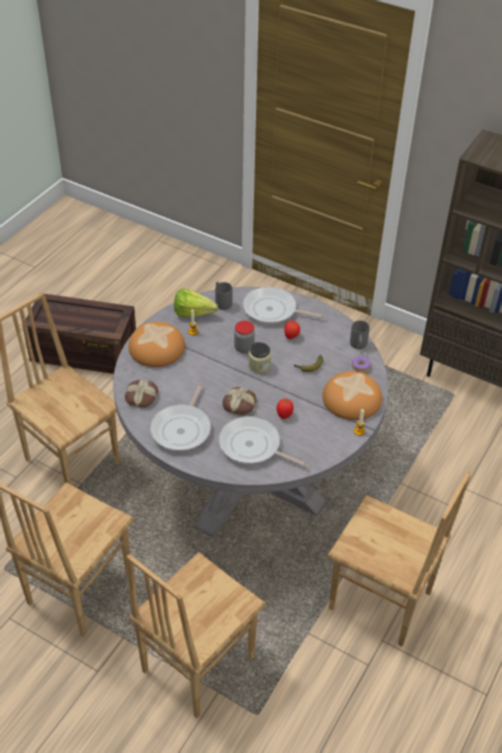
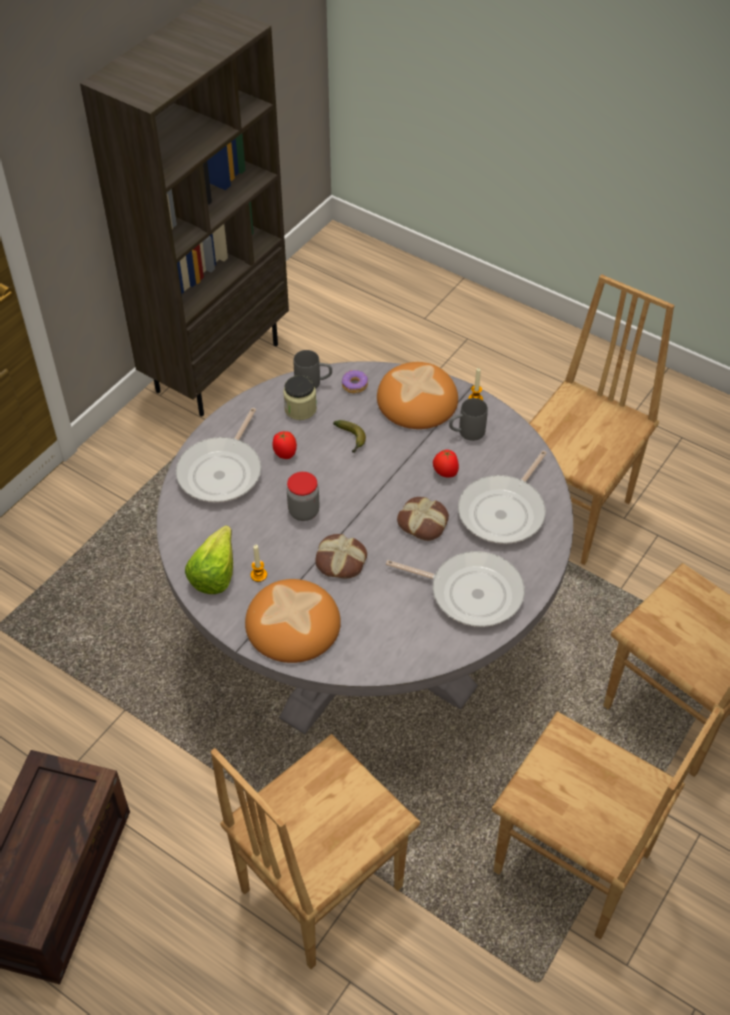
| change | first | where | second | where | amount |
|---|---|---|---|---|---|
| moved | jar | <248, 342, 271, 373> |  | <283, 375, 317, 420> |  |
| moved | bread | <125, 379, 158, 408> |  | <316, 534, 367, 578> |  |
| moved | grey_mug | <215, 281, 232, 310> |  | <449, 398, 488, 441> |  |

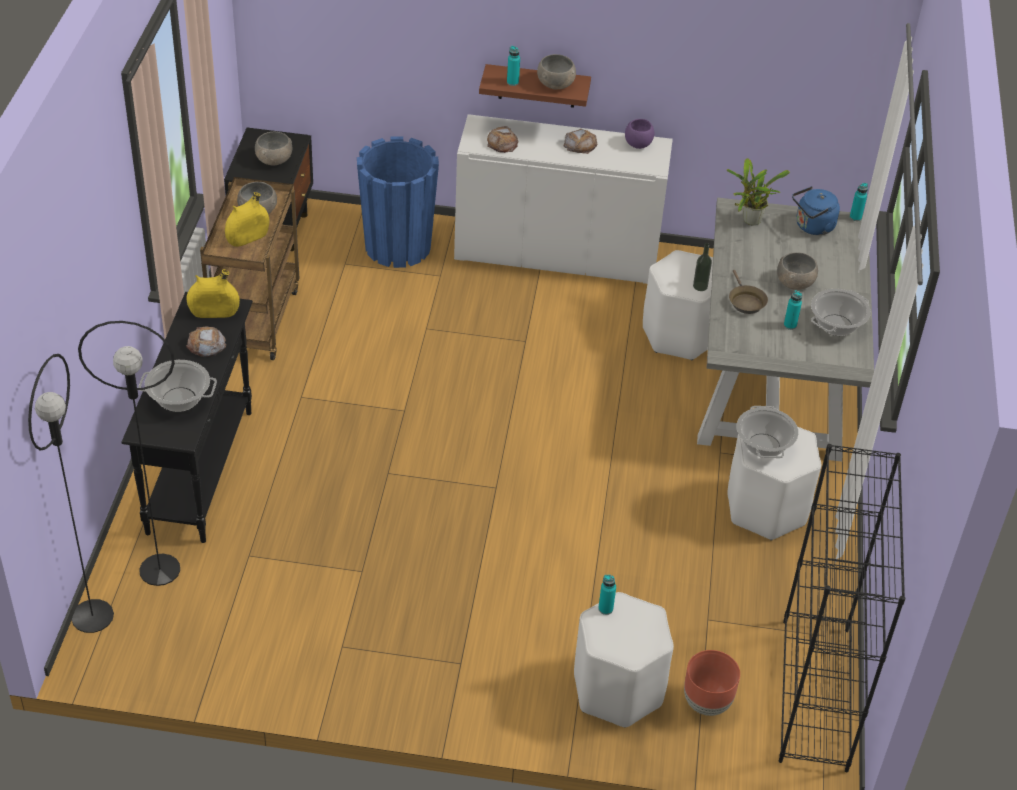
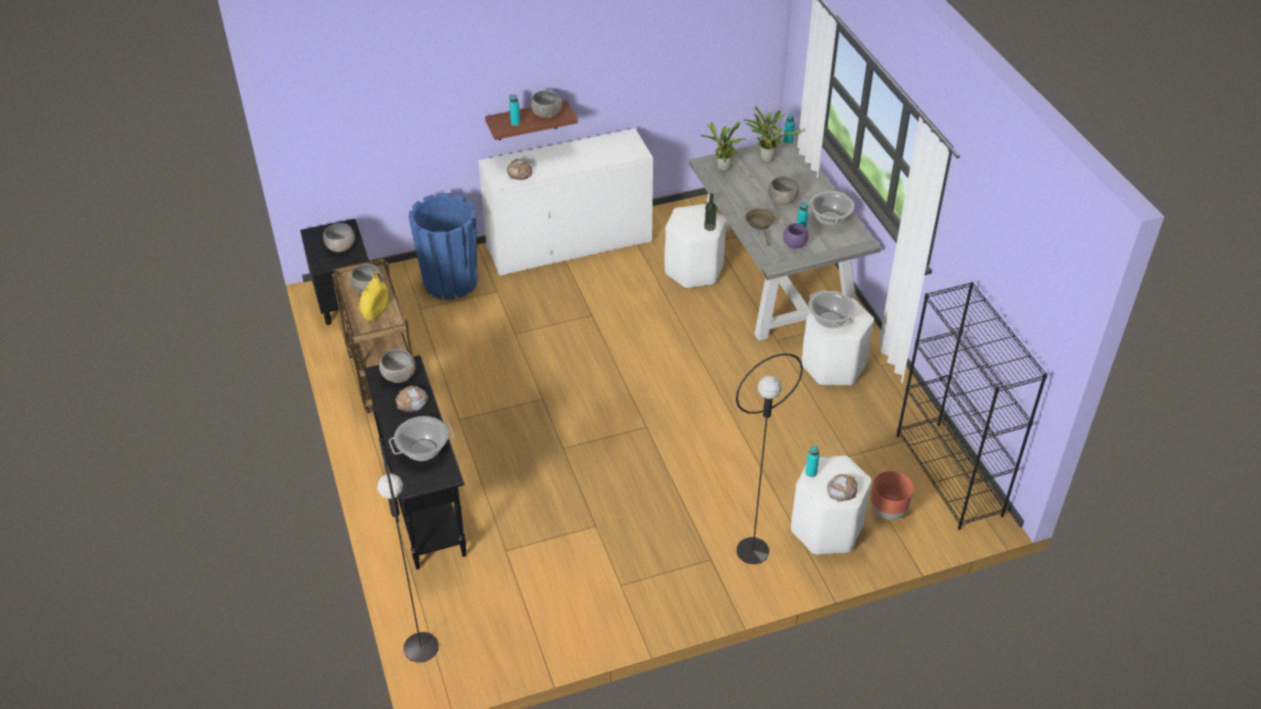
| change | first | where | second | where | amount |
|---|---|---|---|---|---|
| replaced | yellow_vase | <186, 269, 240, 318> | grey_bowl | <379, 349, 416, 383> |  |
| moved | black_floor_lamp | <78, 321, 180, 586> |  | <736, 353, 803, 564> |  |
| replaced | blue_kettle | <792, 186, 840, 235> | potted_plant | <743, 106, 801, 162> |  |
| turned | brown_frying_pan | <729, 270, 768, 314> |  | <745, 208, 775, 246> | 150 degrees counterclockwise |
| moved | purple_bowl | <625, 119, 655, 149> |  | <783, 223, 808, 248> |  |
| moved | bread | <564, 129, 598, 154> |  | <827, 474, 857, 502> |  |

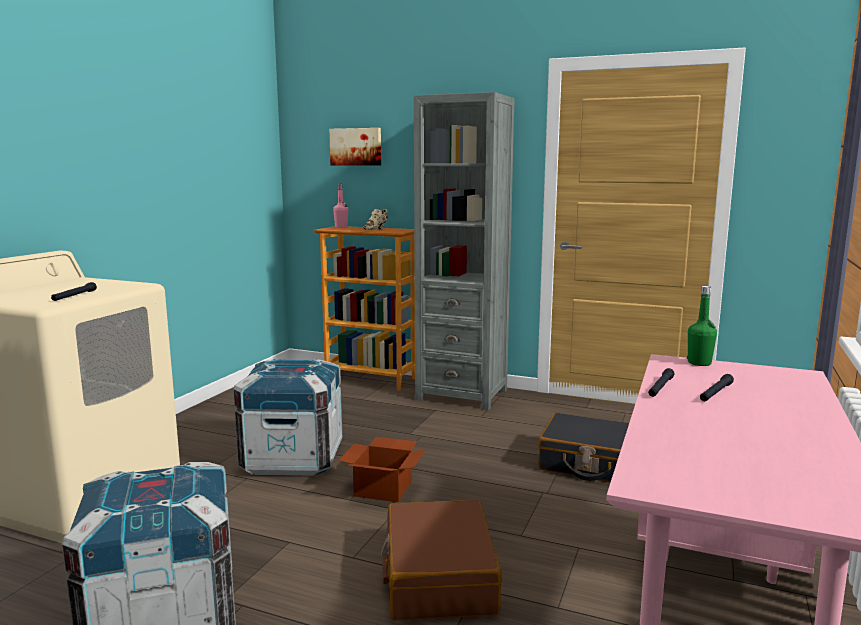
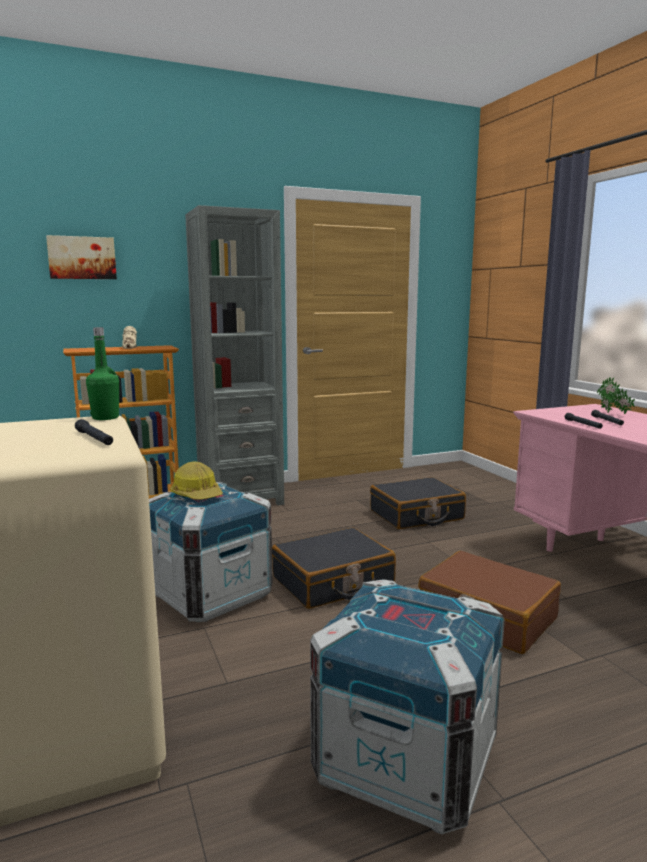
| change | first | where | second | where | amount |
|---|---|---|---|---|---|
| moved | green_bottle | <687, 286, 717, 366> |  | <86, 327, 119, 420> |  |
| added |  |  | hard_hat | <170, 461, 223, 500> |  |
| replaced | cardboard_box | <338, 437, 425, 502> | black_suitcase | <272, 528, 396, 609> |  |
| added |  |  | potted_plant | <597, 377, 635, 414> |  |
| removed | pink_bottle | <333, 184, 348, 228> |  |  |  |

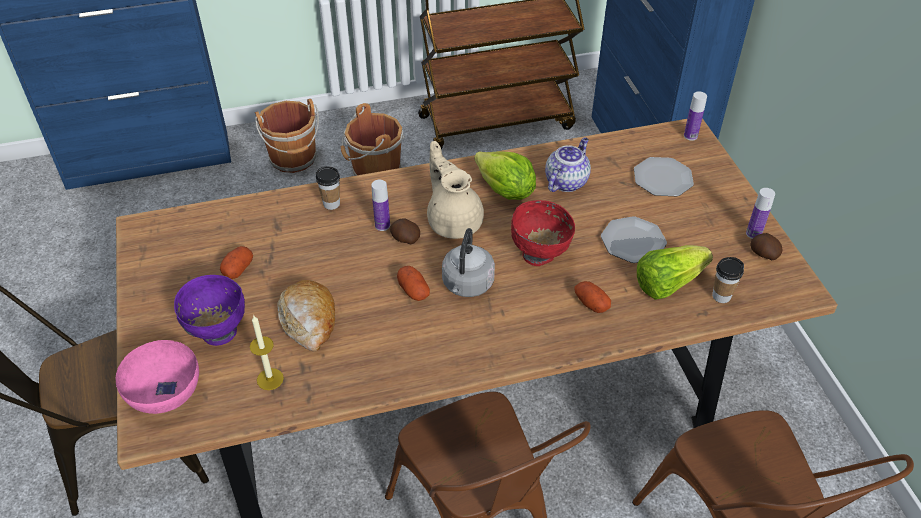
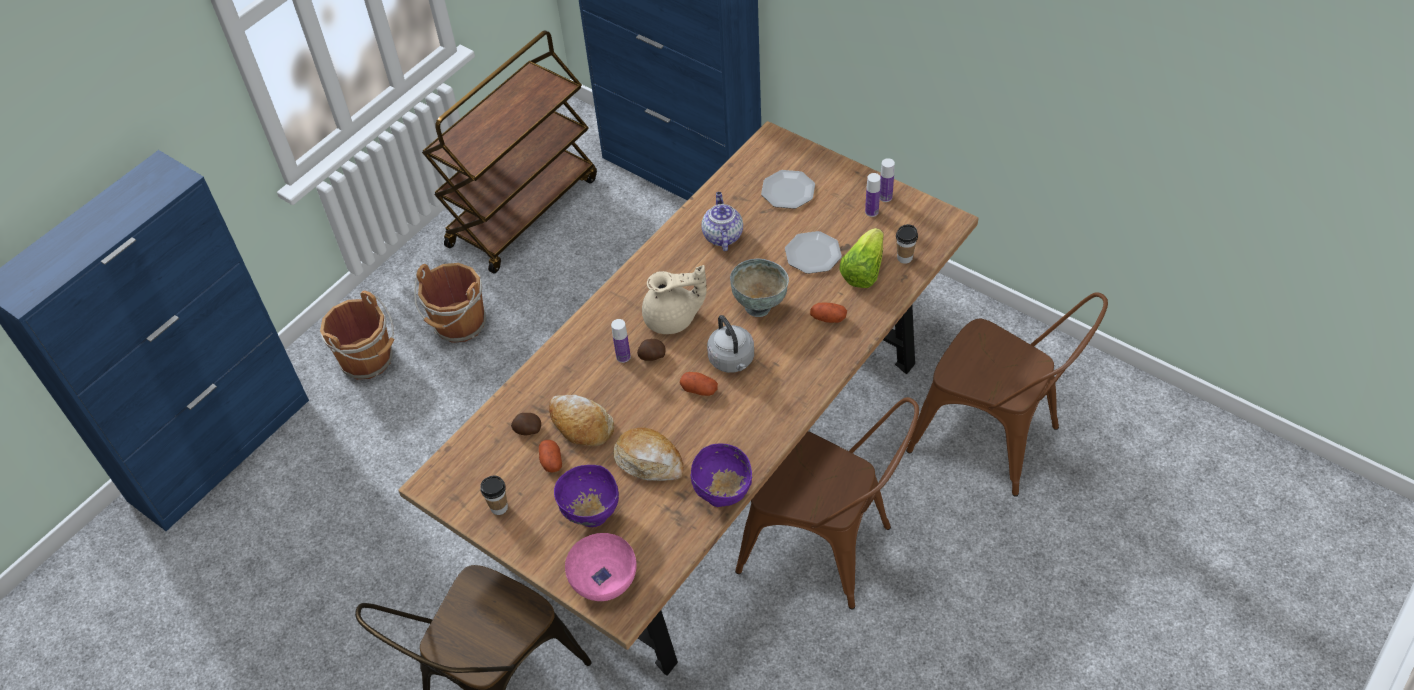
| change | first | where | second | where | amount |
|---|---|---|---|---|---|
| moved | cup | <316, 166, 340, 210> |  | <480, 475, 508, 515> |  |
| moved | potato | <750, 233, 783, 260> |  | <511, 413, 541, 436> |  |
| added |  |  | bread | <549, 394, 614, 446> |  |
| turned | beige_teapot | <427, 141, 484, 239> |  | <642, 265, 707, 334> | 150 degrees clockwise |
| added |  |  | purple_bowl | <691, 443, 753, 507> |  |
| recoloured | red_bowl | <511, 200, 575, 266> | grey_bowl | <730, 258, 789, 317> |  |
| moved | bottle | <684, 91, 707, 141> |  | <865, 173, 881, 217> |  |
| removed | candle | <250, 316, 284, 390> |  |  |  |
| removed | lettuce | <474, 151, 536, 200> |  |  |  |

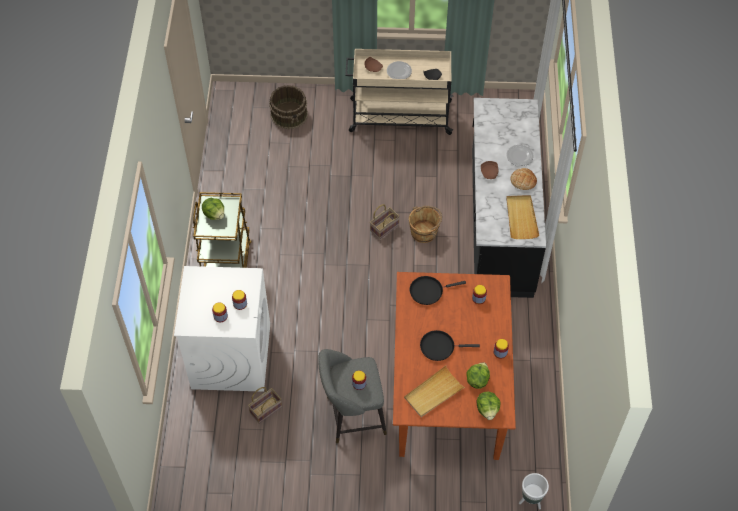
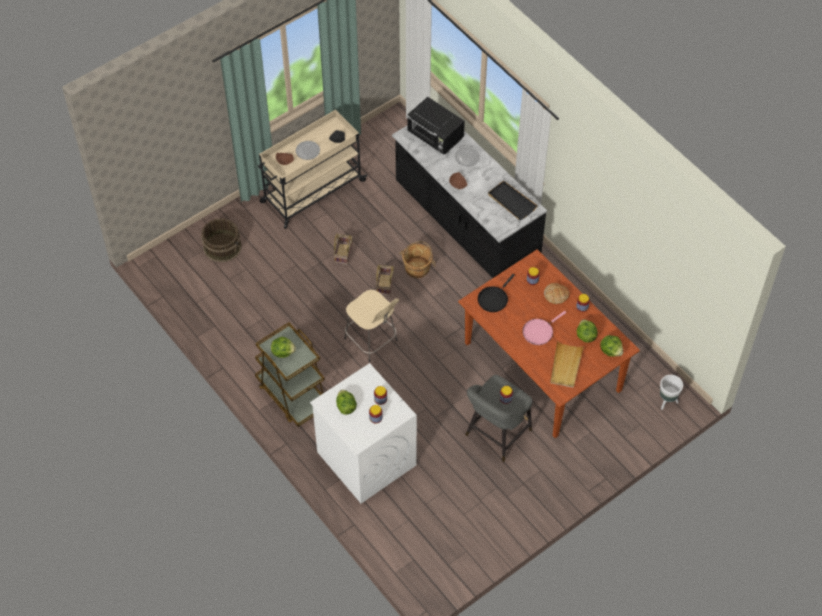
| change | first | where | second | where | amount |
|---|---|---|---|---|---|
| moved | basket | <248, 387, 282, 424> |  | <334, 233, 353, 265> |  |
| added |  |  | lettuce | <336, 390, 357, 415> |  |
| added |  |  | beige_stool | <344, 290, 399, 362> |  |
| added |  |  | black_microwave | <407, 97, 465, 154> |  |
| recoloured | beige_tray | <506, 195, 539, 239> | black_tray | <488, 181, 537, 220> |  |
| recoloured | black_frying_pan | <420, 330, 480, 361> | pink_frying_pan | <522, 311, 566, 345> |  |
| moved | bread | <510, 168, 537, 190> |  | <544, 283, 570, 304> |  |

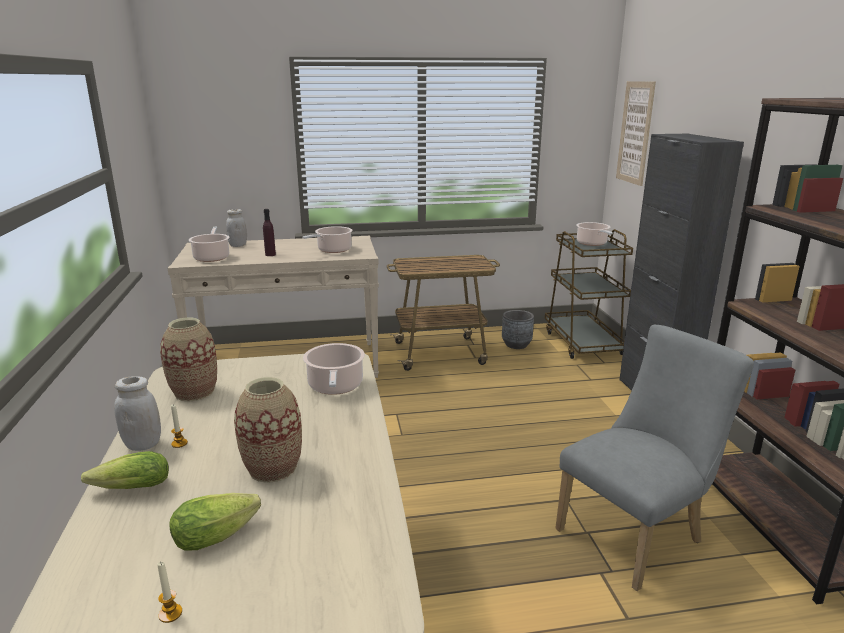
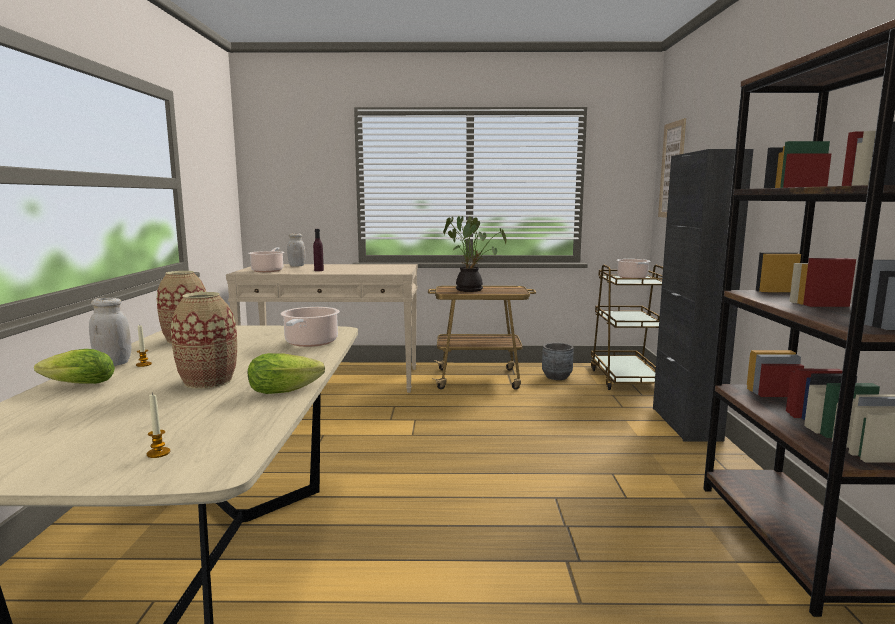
| change | first | where | second | where | amount |
|---|---|---|---|---|---|
| moved | candle | <157, 562, 182, 623> |  | <147, 393, 170, 458> |  |
| moved | lettuce | <169, 493, 261, 551> |  | <248, 353, 325, 394> |  |
| added |  |  | potted_plant | <443, 216, 507, 292> |  |
| removed | cooking_pot | <302, 226, 353, 253> |  |  |  |
| removed | grey_chair | <555, 325, 754, 591> |  |  |  |

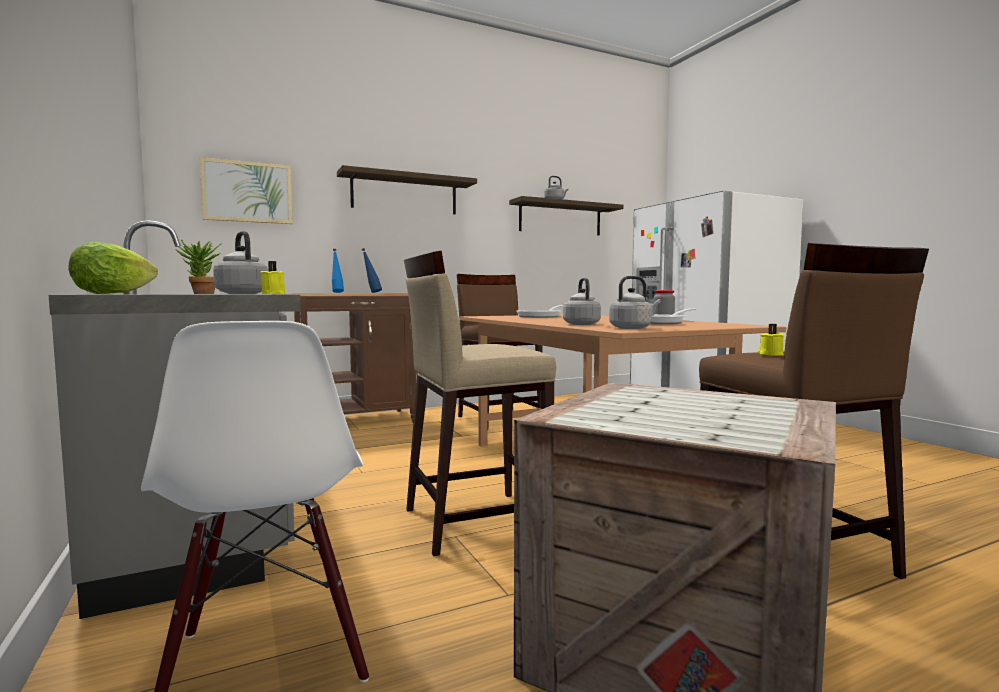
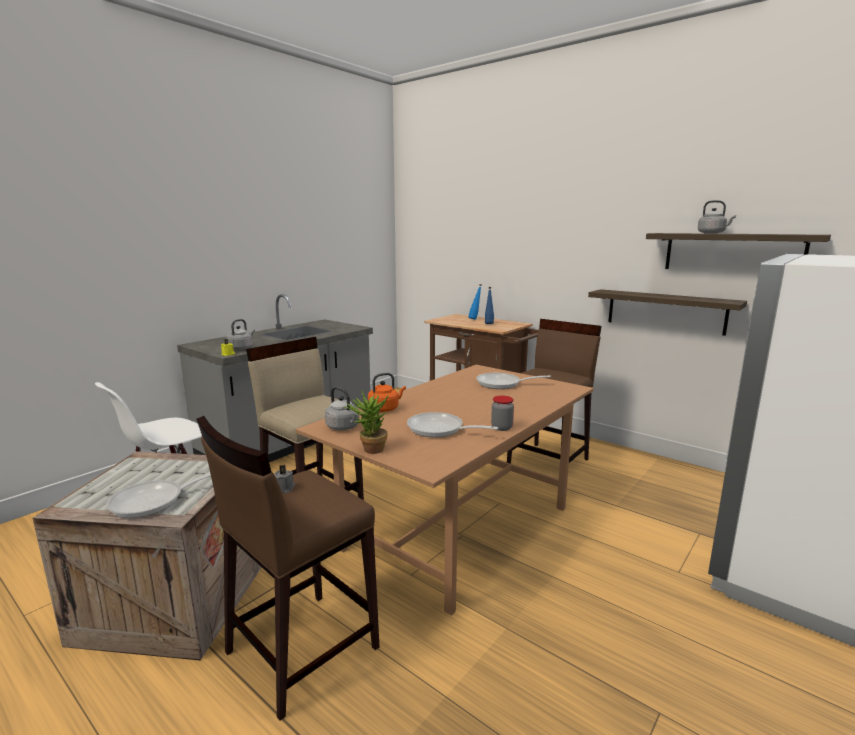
| change | first | where | second | where | amount |
|---|---|---|---|---|---|
| added |  |  | frying_pan | <106, 473, 211, 518> |  |
| recoloured | yellow_candle | <758, 324, 784, 356> | grey_candle | <274, 465, 295, 493> |  |
| moved | potted_plant | <175, 239, 223, 294> |  | <344, 390, 388, 454> |  |
| recoloured | grey_kettle | <563, 278, 601, 325> | orange_kettle | <368, 373, 406, 412> |  |
| moved | shelf | <337, 165, 477, 215> |  | <588, 289, 747, 336> |  |
| removed | lettuce | <68, 242, 158, 294> |  |  |  |
| removed | picture | <200, 157, 293, 224> |  |  |  |

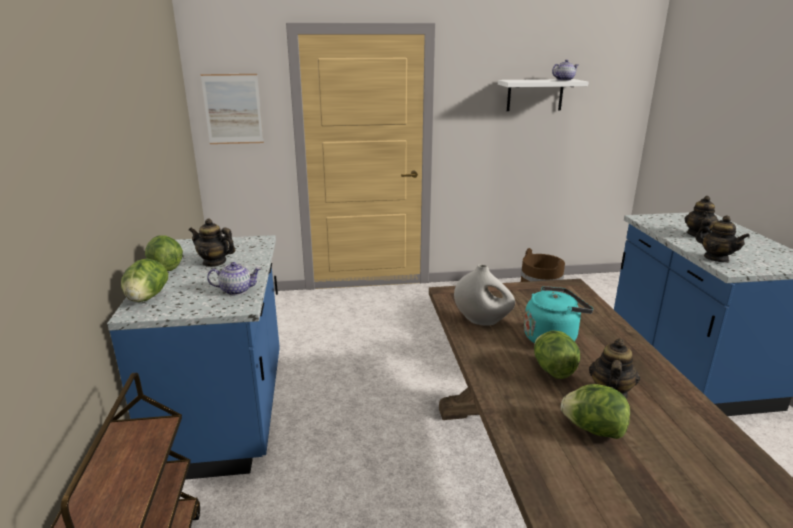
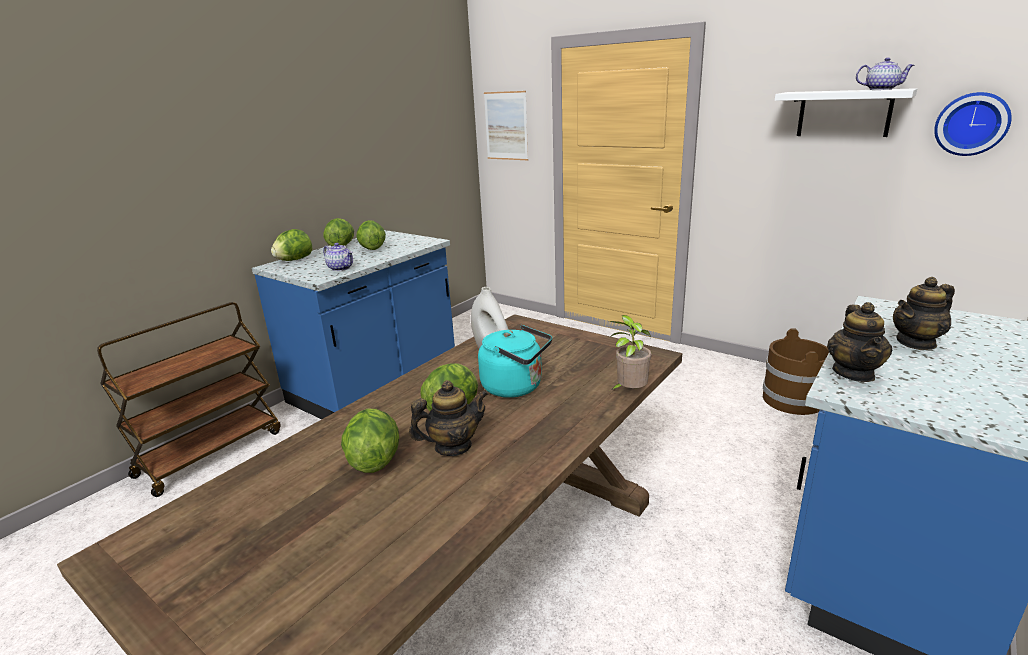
| change | first | where | second | where | amount |
|---|---|---|---|---|---|
| replaced | teapot | <189, 218, 235, 267> | lettuce | <356, 220, 386, 250> |  |
| added |  |  | potted_plant | <609, 315, 652, 390> |  |
| added |  |  | wall_clock | <934, 92, 1012, 156> |  |

